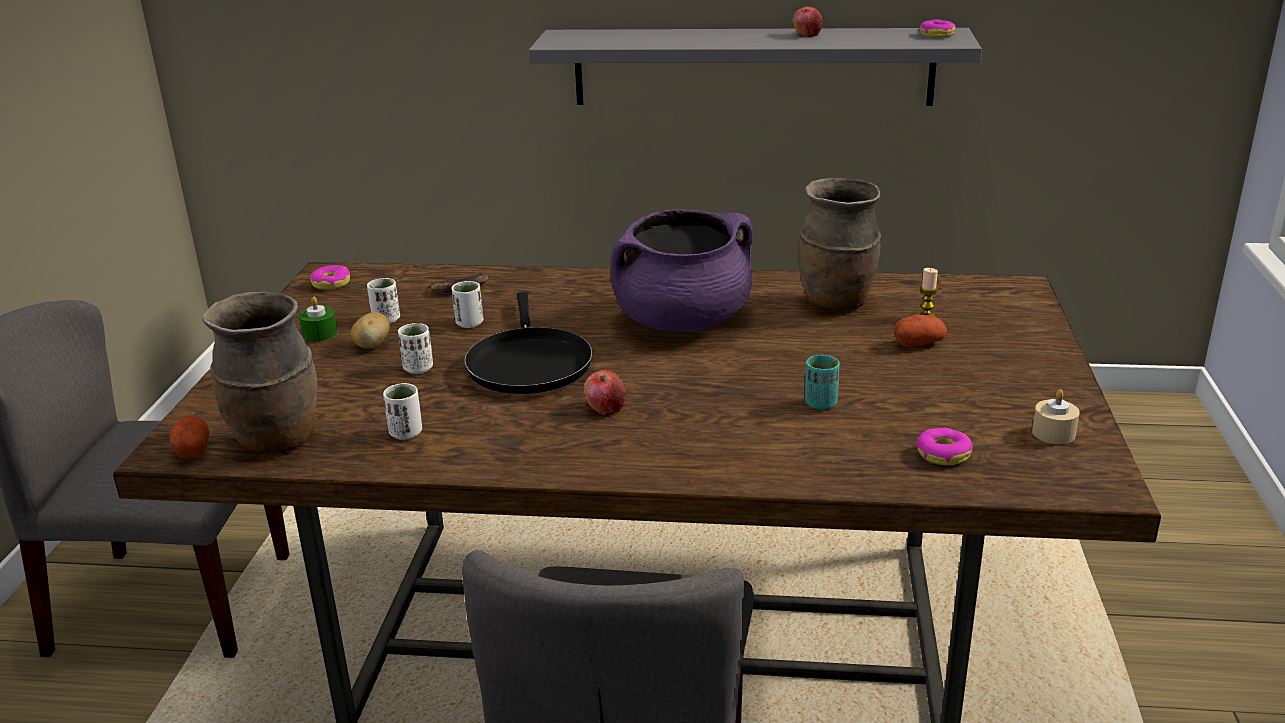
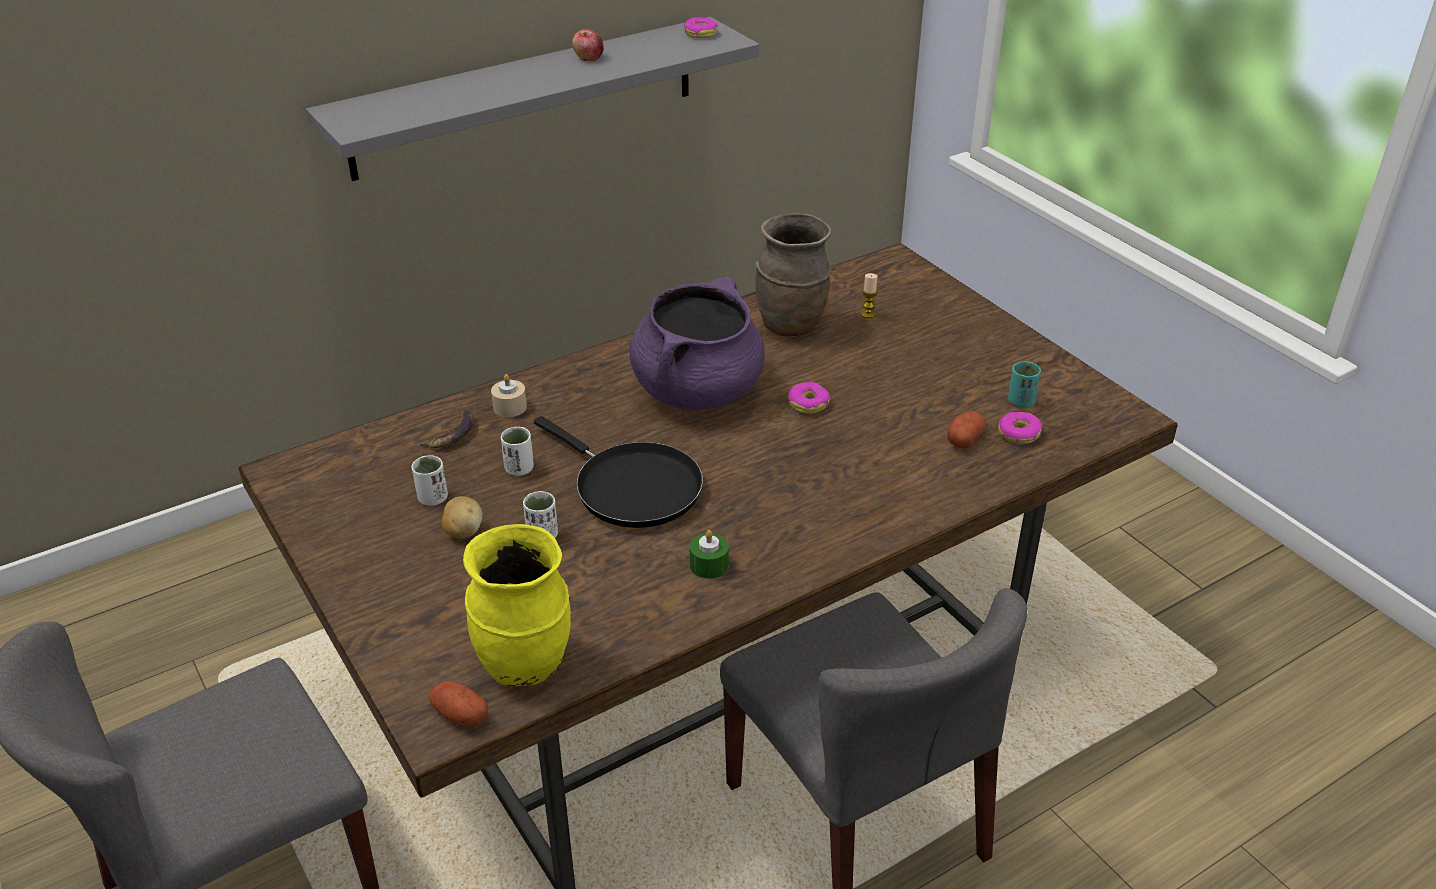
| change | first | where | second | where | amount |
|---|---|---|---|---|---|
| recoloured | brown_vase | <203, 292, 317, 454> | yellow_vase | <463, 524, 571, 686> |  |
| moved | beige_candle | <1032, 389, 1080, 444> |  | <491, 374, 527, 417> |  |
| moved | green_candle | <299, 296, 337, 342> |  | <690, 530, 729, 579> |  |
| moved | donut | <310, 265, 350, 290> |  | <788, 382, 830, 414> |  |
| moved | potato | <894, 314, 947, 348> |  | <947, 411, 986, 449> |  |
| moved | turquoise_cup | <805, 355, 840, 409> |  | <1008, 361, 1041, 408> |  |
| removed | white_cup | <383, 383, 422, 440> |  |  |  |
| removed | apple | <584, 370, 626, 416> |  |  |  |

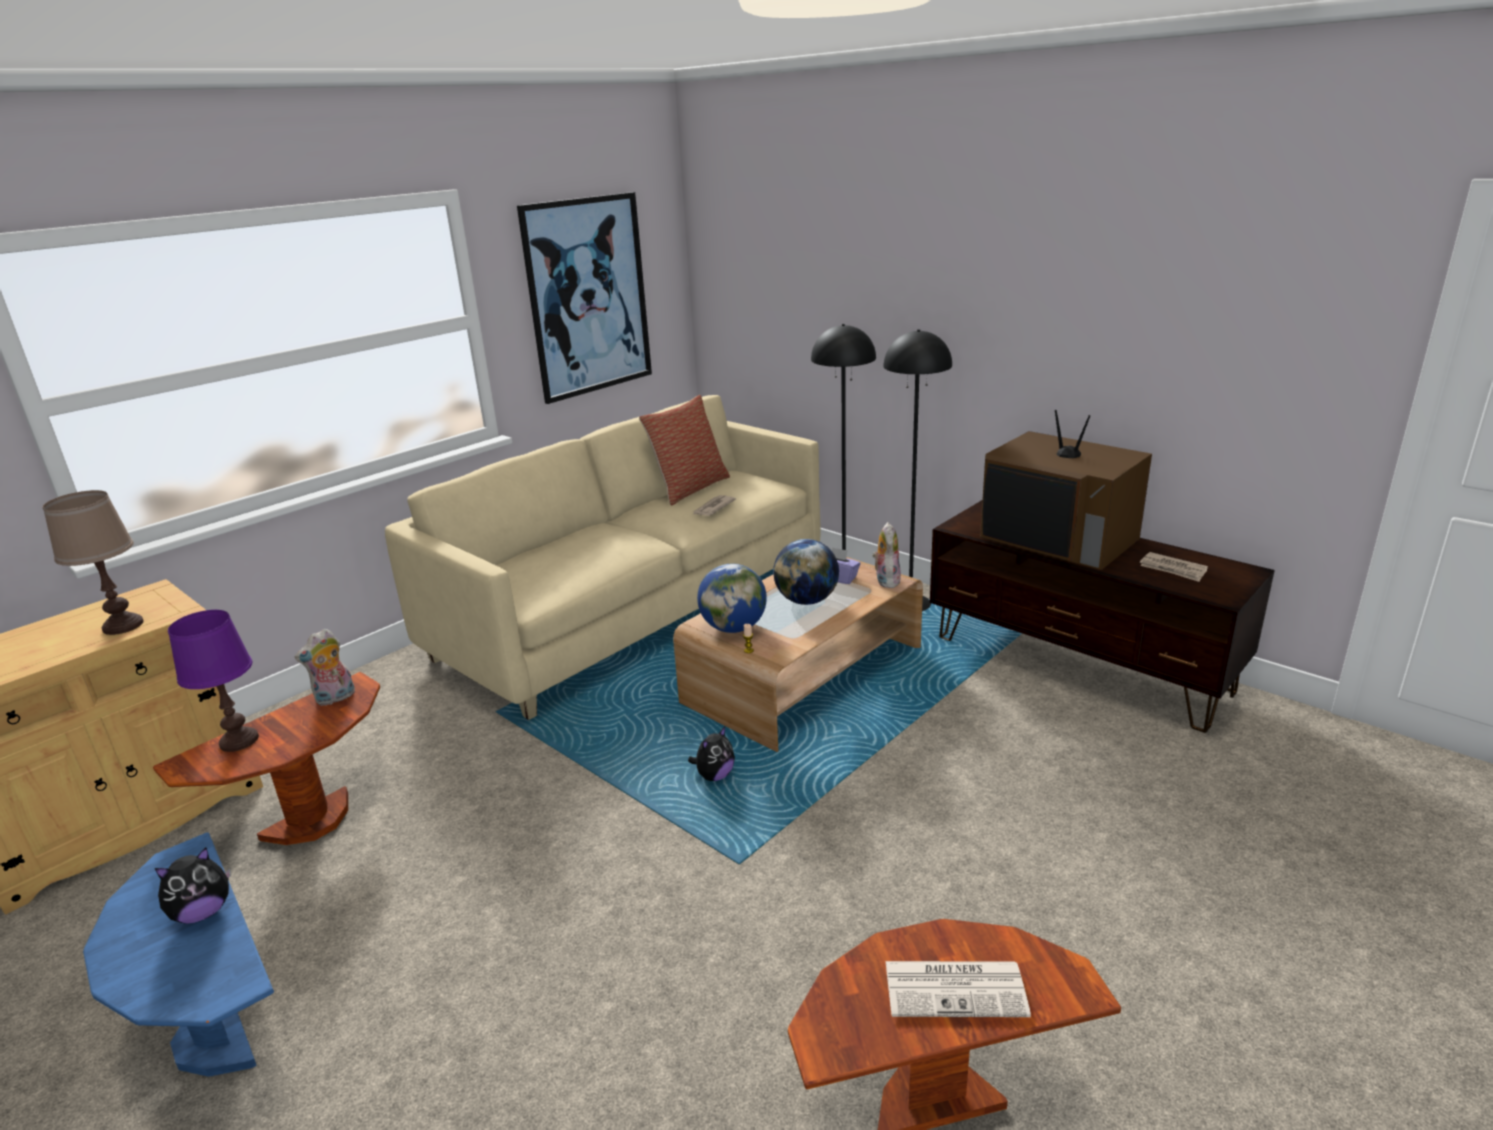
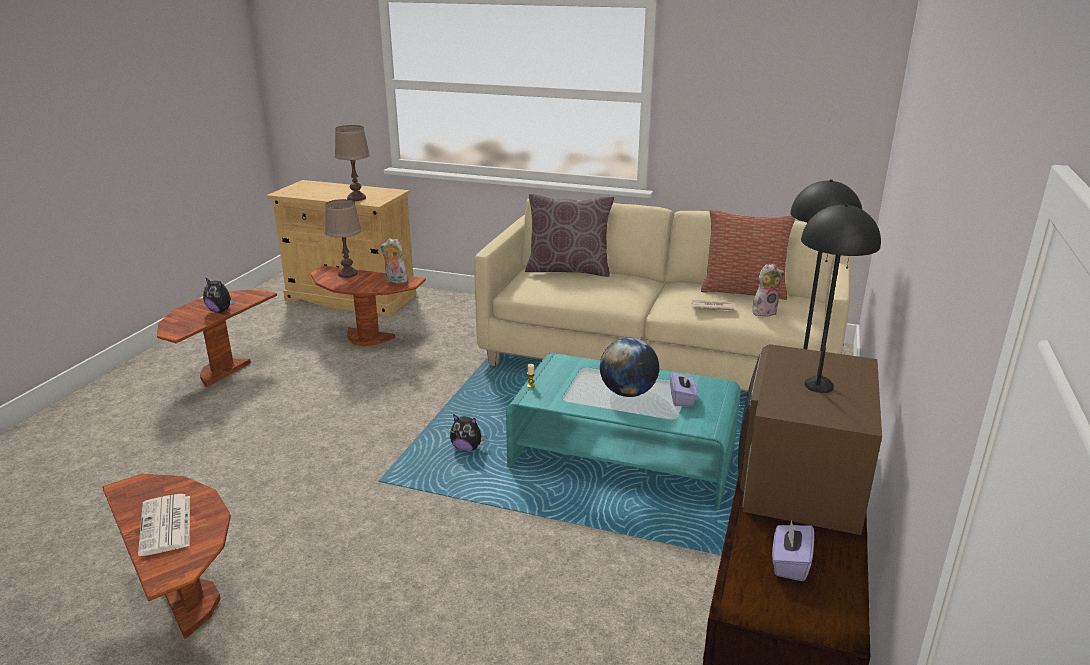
| change | first | where | second | where | amount |
|---|---|---|---|---|---|
| recoloured | blue_side_table | <83, 832, 274, 1077> | brown_side_table | <157, 289, 277, 387> |  |
| recoloured | purple_table_lamp | <168, 610, 259, 752> | brown_table_lamp | <325, 199, 362, 278> |  |
| recoloured | brown_coffee_table | <673, 557, 923, 752> | turquoise_coffee_table | <506, 353, 741, 509> |  |
| added |  |  | brown_pillow | <525, 194, 614, 277> |  |
| moved | plush_toy | <872, 522, 901, 588> |  | <752, 263, 785, 317> |  |
| replaced | newspaper | <1140, 552, 1208, 582> | purple_tissue_box | <772, 520, 814, 581> |  |
| removed | picture | <517, 192, 652, 404> |  |  |  |
| removed | globe | <697, 564, 767, 633> |  |  |  |

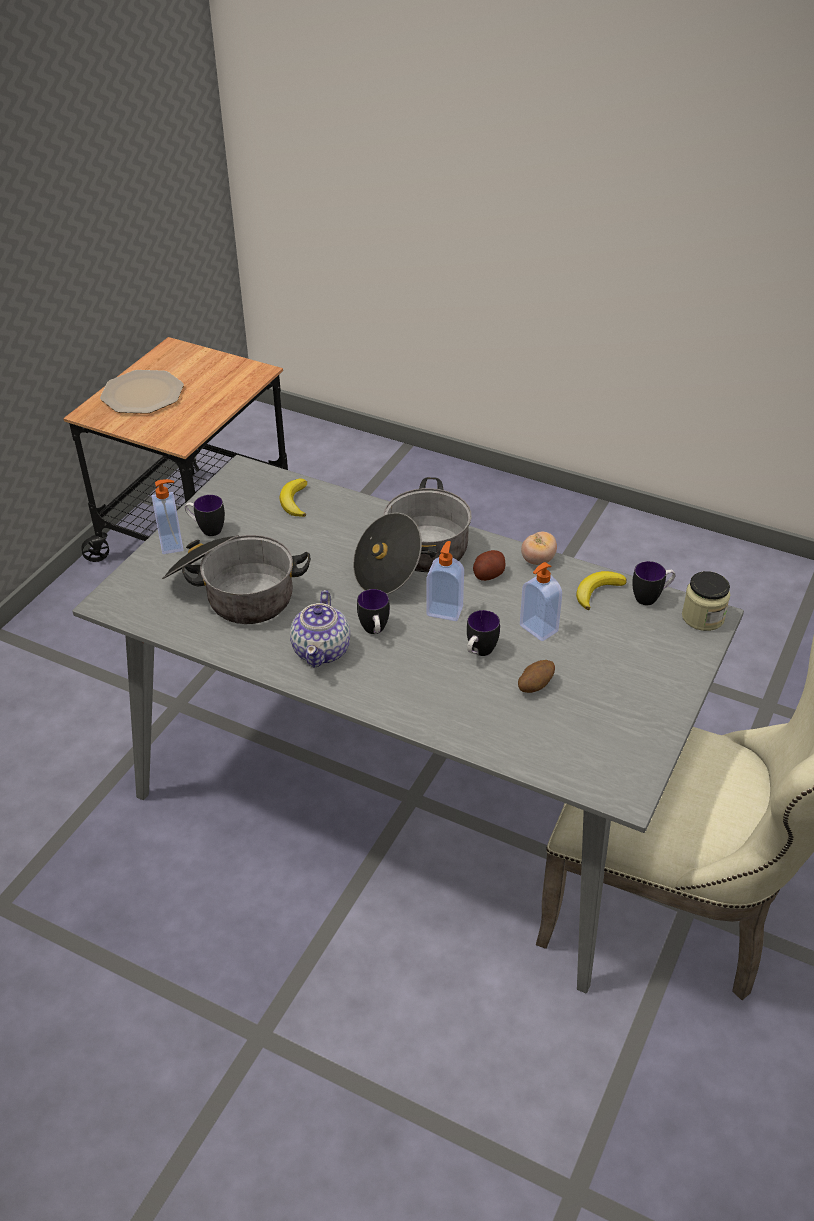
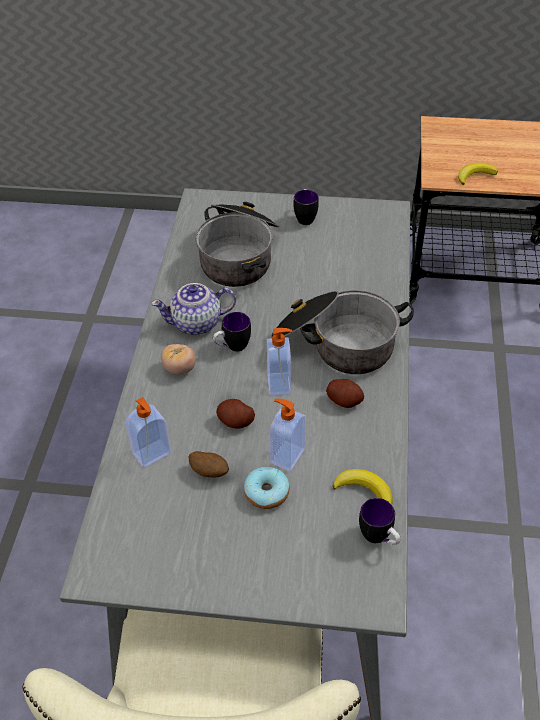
| change | first | where | second | where | amount |
|---|---|---|---|---|---|
| moved | soap_dispenser | <152, 479, 183, 554> |  | <126, 397, 171, 468> |  |
| moved | tomato | <521, 532, 557, 565> |  | <161, 344, 196, 375> |  |
| replaced | mug | <467, 610, 500, 656> | potato | <216, 399, 255, 428> |  |
| added |  |  | donut | <244, 467, 290, 509> |  |
| moved | banana | <280, 479, 307, 517> |  | <458, 163, 498, 185> |  |
| removed | plate | <100, 370, 184, 414> |  |  |  |
| removed | jar | <682, 571, 730, 631> |  |  |  |

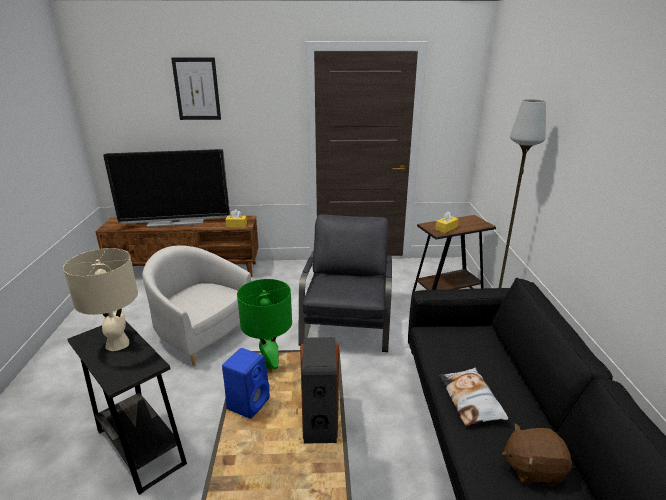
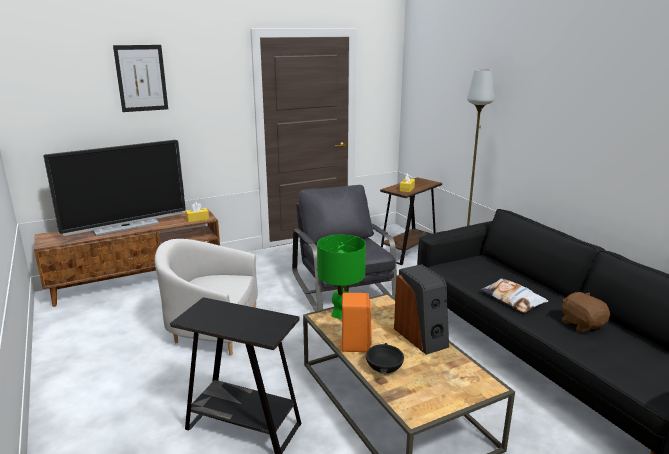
| change | first | where | second | where | amount |
|---|---|---|---|---|---|
| recoloured | blue_speaker | <222, 348, 270, 419> | orange_speaker | <342, 293, 372, 352> |  |
| added |  |  | black_bowl | <366, 343, 404, 374> |  |
| turned | brown_plush_toy | <502, 423, 572, 486> |  | <561, 292, 610, 333> | 90 degrees clockwise |
| removed | beige_table_lamp | <63, 248, 138, 351> |  |  |  |

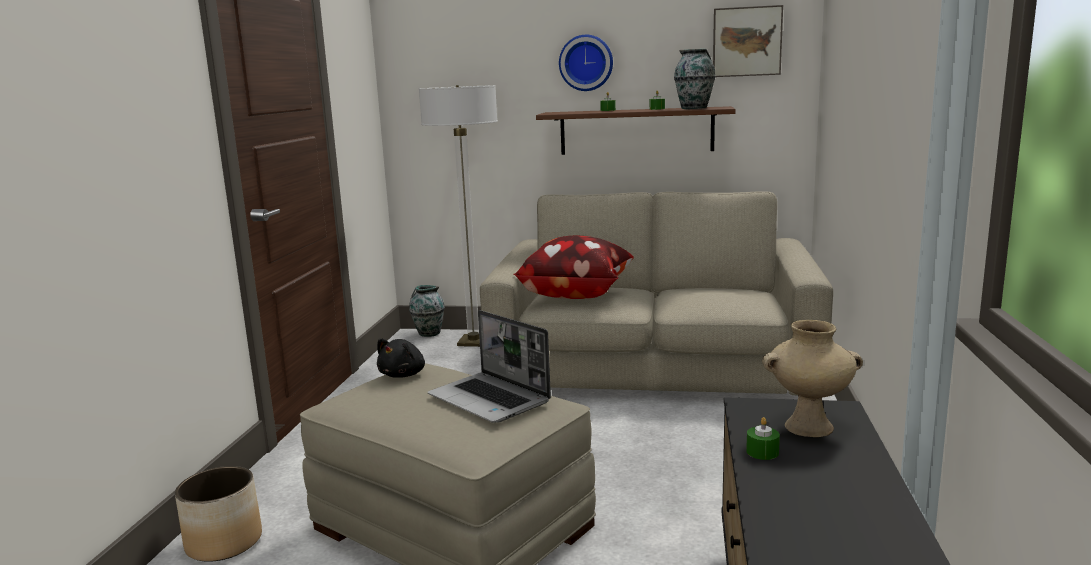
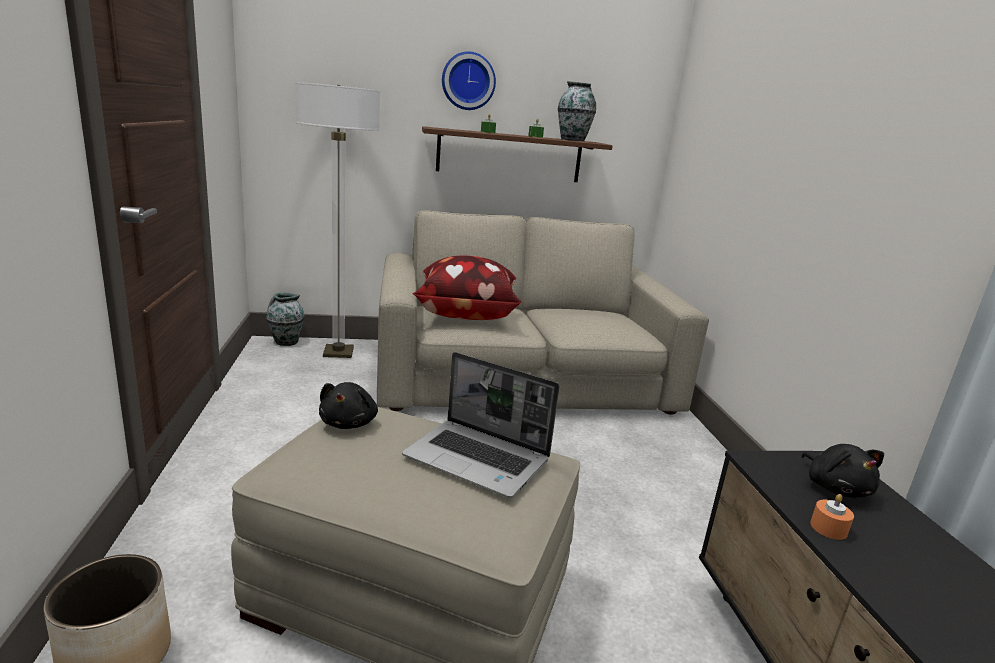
| change | first | where | second | where | amount |
|---|---|---|---|---|---|
| replaced | beige_vase | <762, 320, 863, 437> | black_plush_toy | <801, 444, 884, 498> |  |
| recoloured | green_candle | <746, 417, 780, 460> | orange_candle | <810, 494, 854, 540> |  |
| removed | picture | <713, 5, 783, 77> |  |  |  |

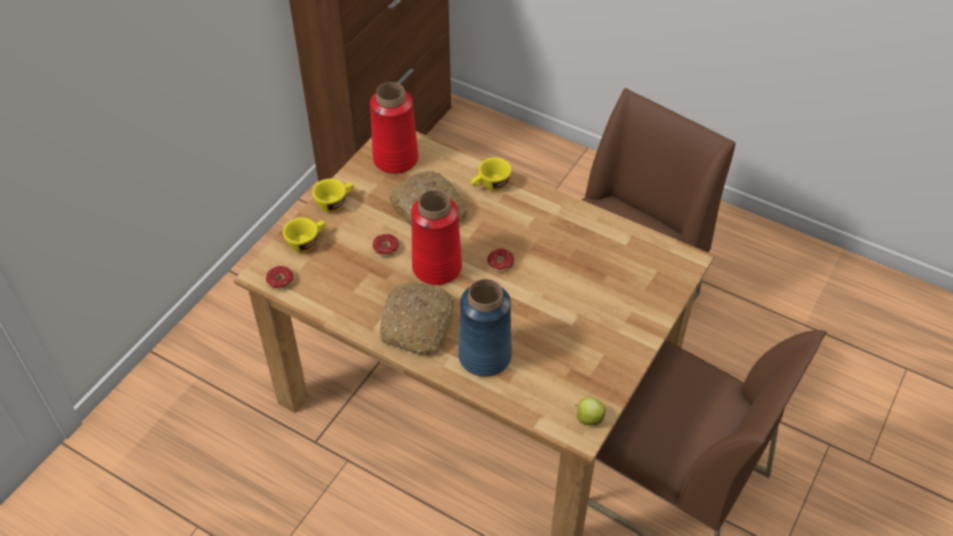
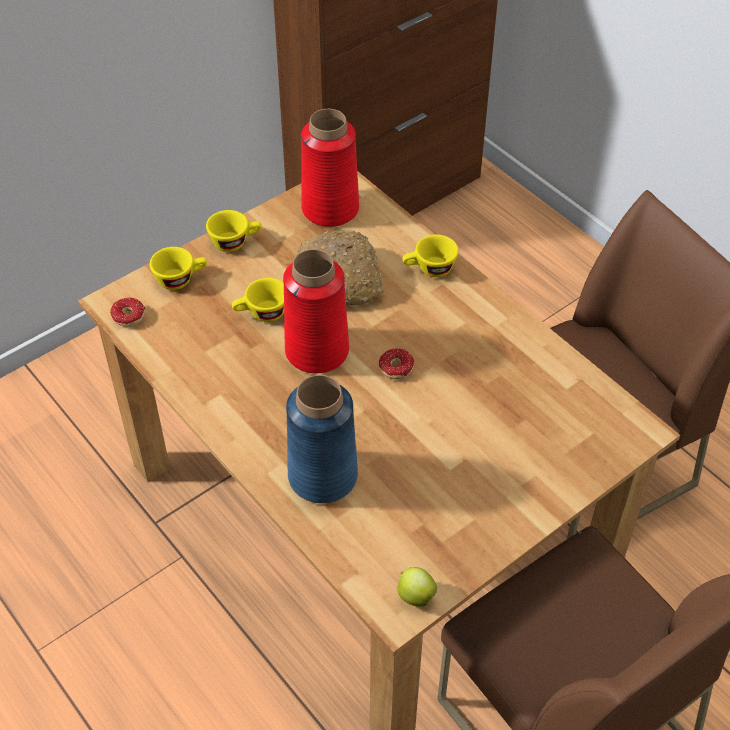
| change | first | where | second | where | amount |
|---|---|---|---|---|---|
| replaced | donut | <372, 234, 399, 257> | yellow_cup | <232, 278, 284, 322> |  |
| removed | bread | <380, 282, 454, 354> |  |  |  |

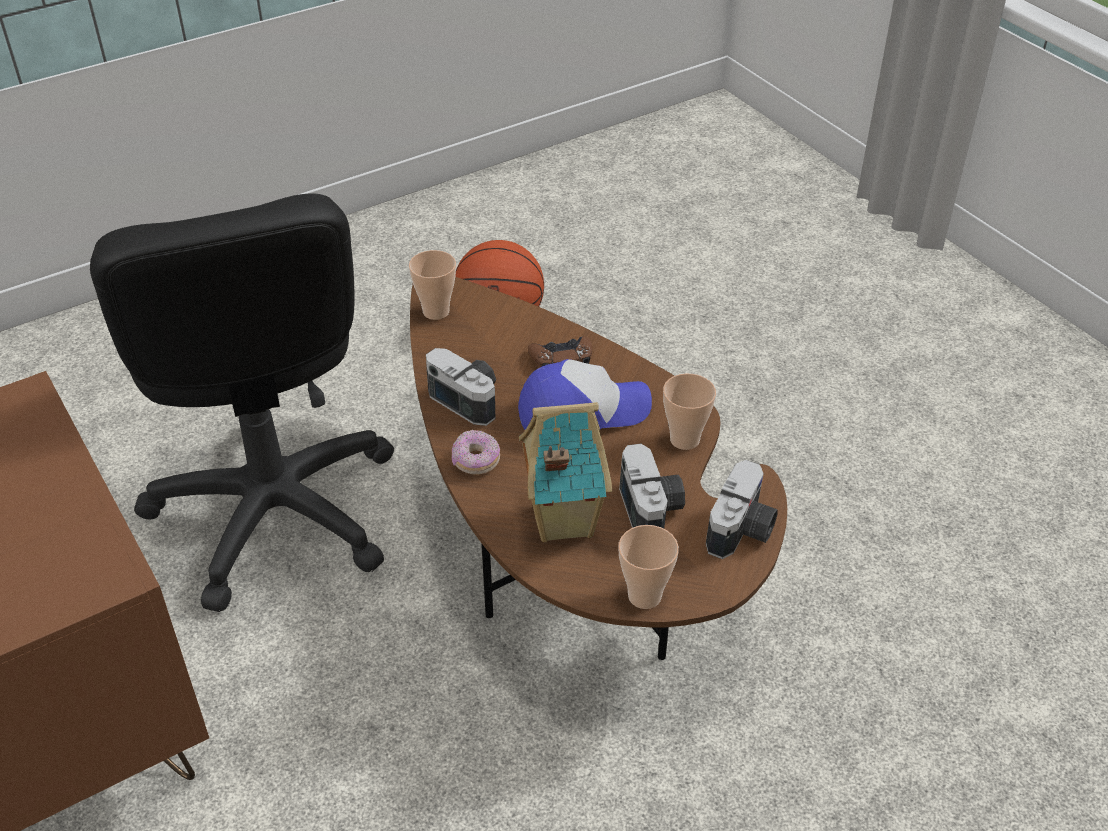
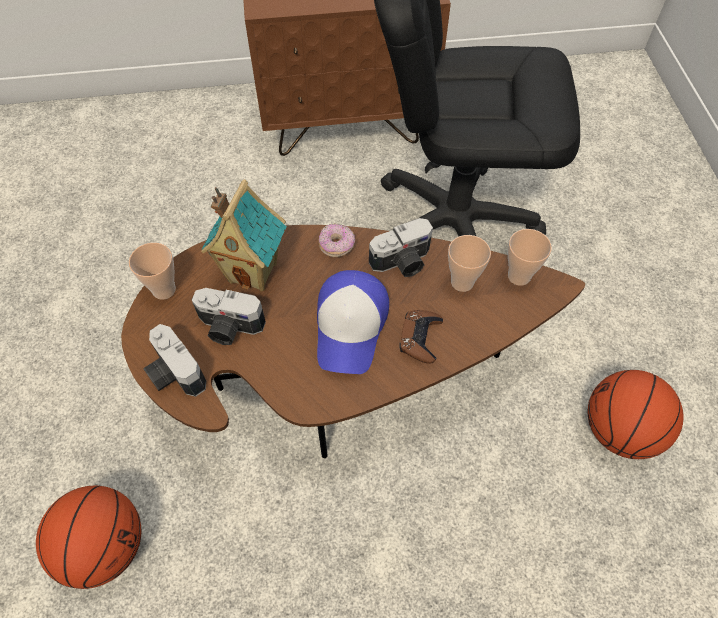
| change | first | where | second | where | amount |
|---|---|---|---|---|---|
| added |  |  | basketball | <36, 486, 141, 589> |  |
| moved | cup | <663, 373, 716, 450> |  | <448, 235, 491, 292> |  |

